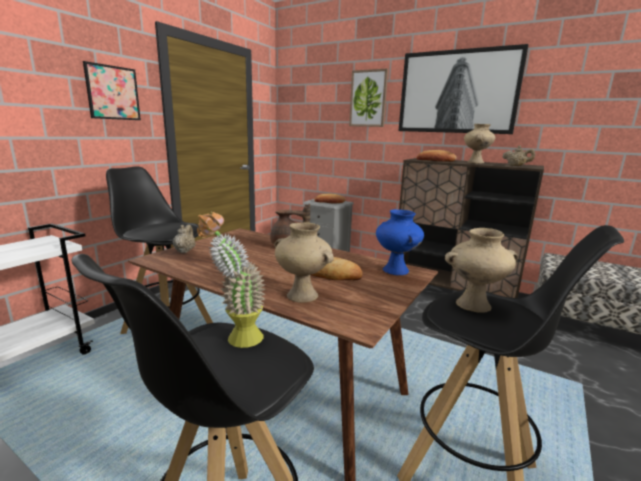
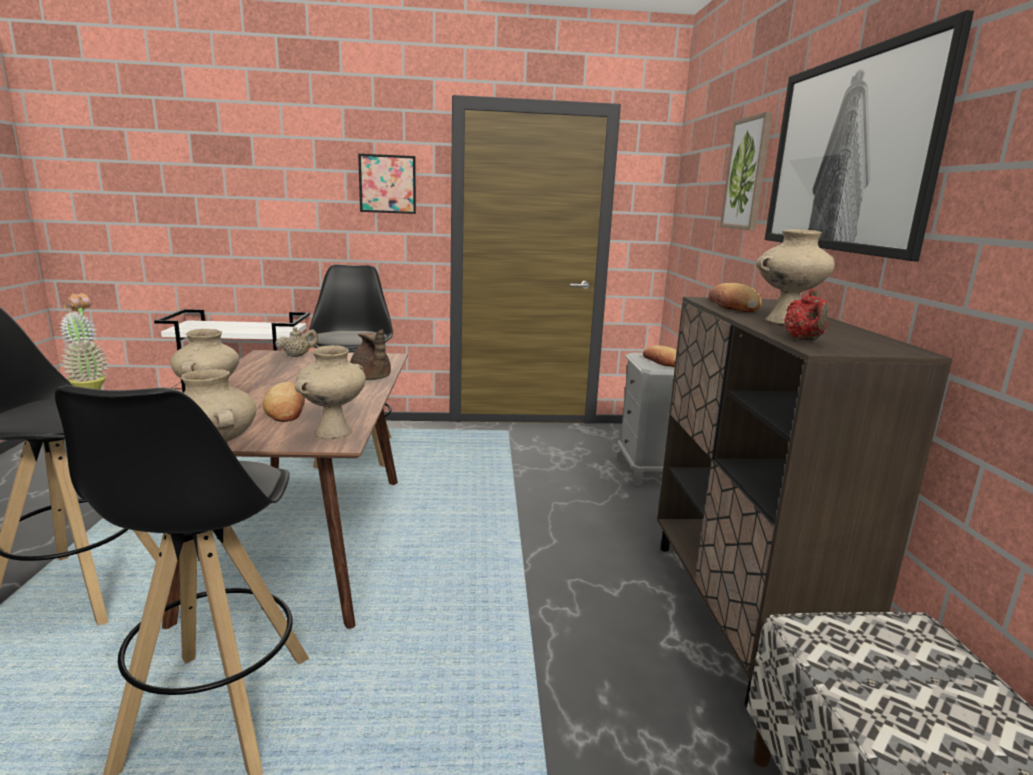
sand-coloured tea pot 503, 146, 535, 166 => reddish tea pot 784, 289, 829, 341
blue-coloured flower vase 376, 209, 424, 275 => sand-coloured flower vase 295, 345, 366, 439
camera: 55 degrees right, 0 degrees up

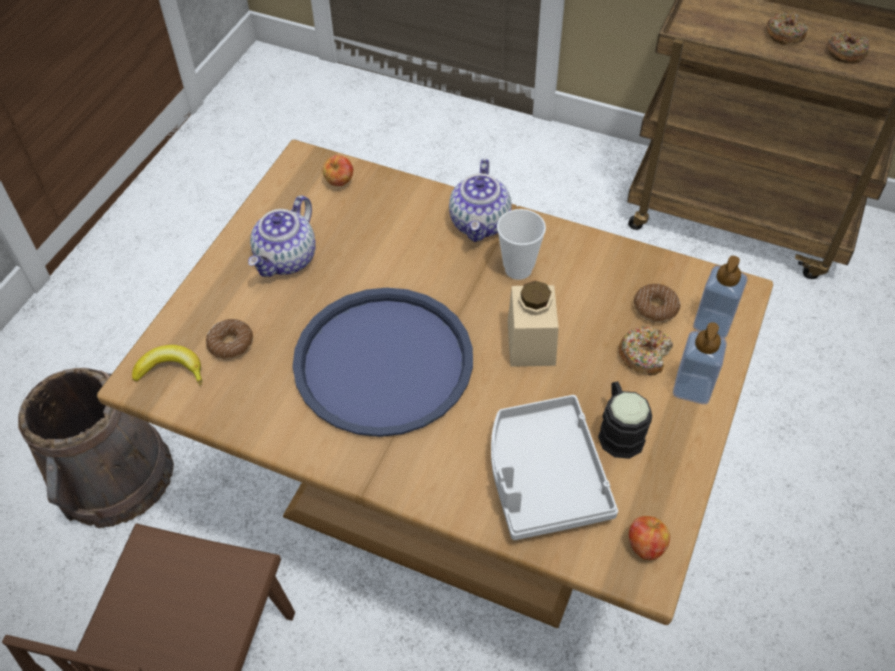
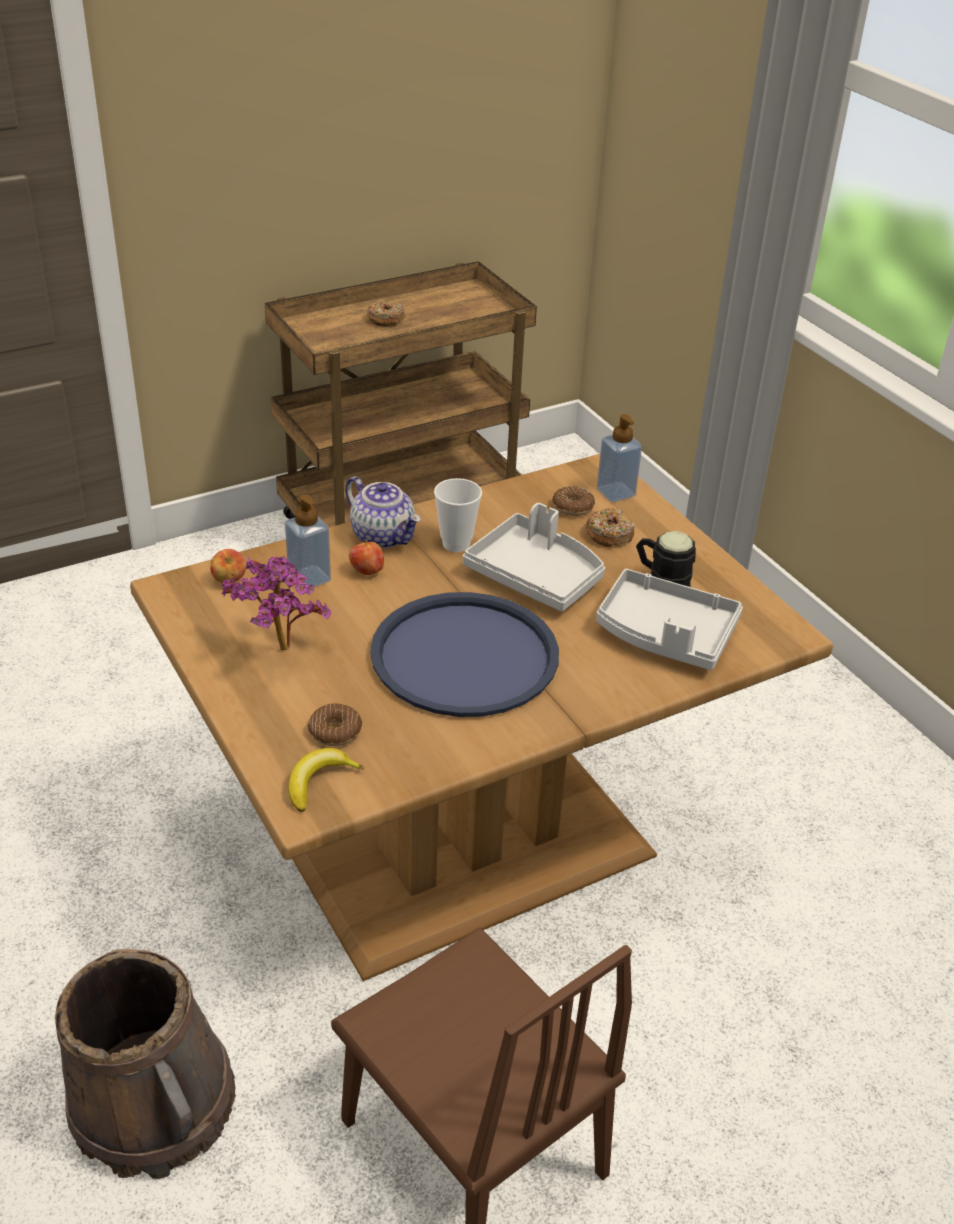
ring doughnut 828, 29, 870, 64 => nothing
tea pot 248, 195, 316, 277 => houseplant 222, 556, 331, 651
sand-coloured storage jar 508, 281, 559, 367 => gray tray 463, 503, 605, 611
liquid soap bottle 673, 322, 727, 404 => liquid soap bottle 285, 495, 331, 587, move
apple fruit 629, 516, 670, 560 => apple fruit 349, 539, 384, 575, move
camera: 55 degrees left, 15 degrees down

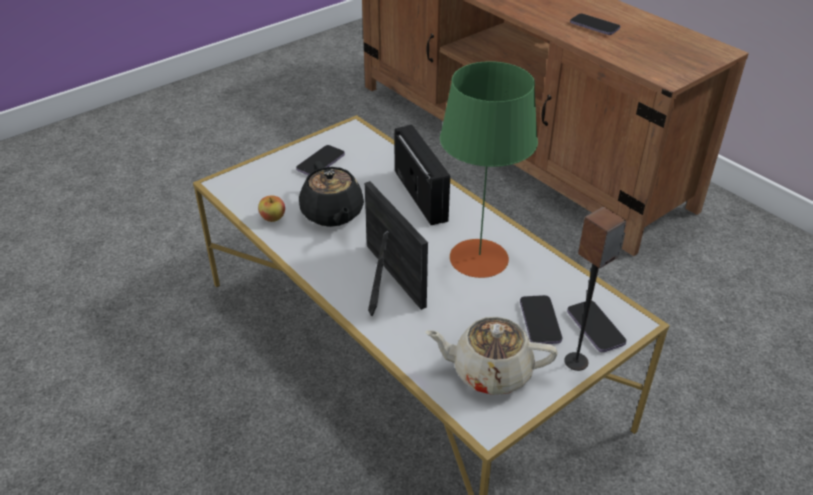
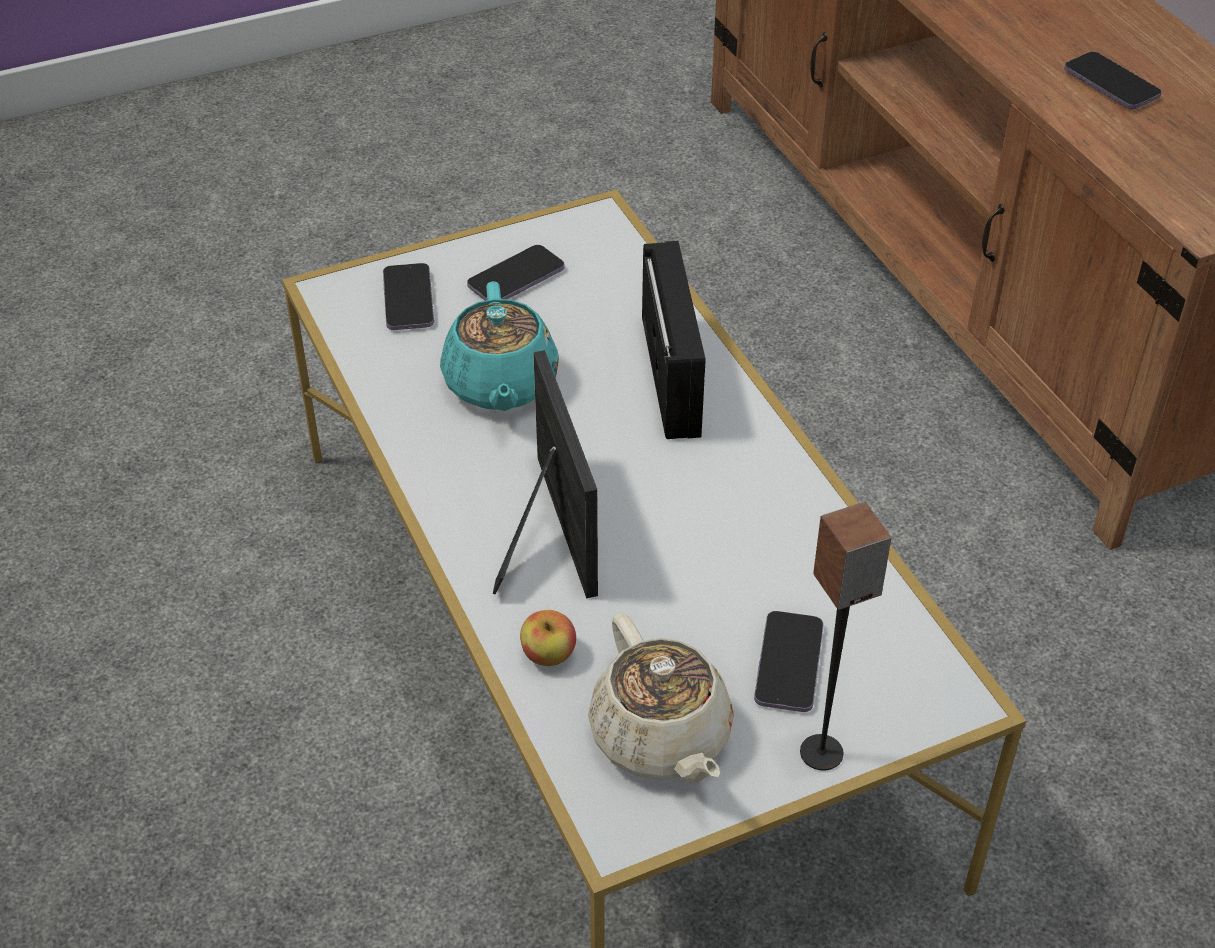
green lamp for a table 440, 61, 538, 278 => nothing
blackish tea pot 299, 161, 364, 227 => blue-green tea pot 440, 281, 559, 411
apple fruit 258, 195, 285, 222 => apple fruit 520, 610, 576, 666, move
phone 567, 300, 626, 352 => phone 383, 263, 434, 330, move
sand-coloured tea pot 425, 317, 558, 395 => sand-coloured tea pot 588, 613, 734, 783, 135 degrees counterclockwise
camera: 15 degrees right, 5 degrees up

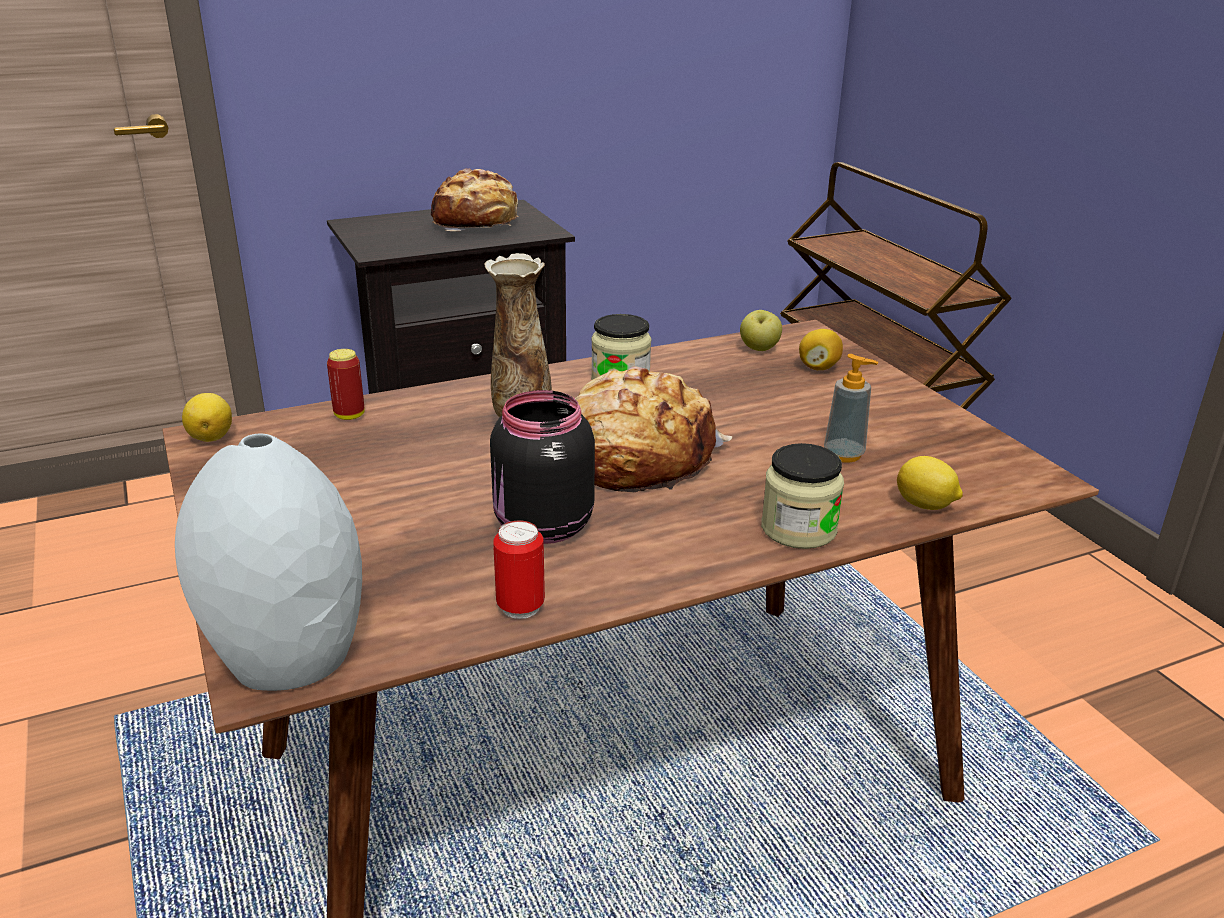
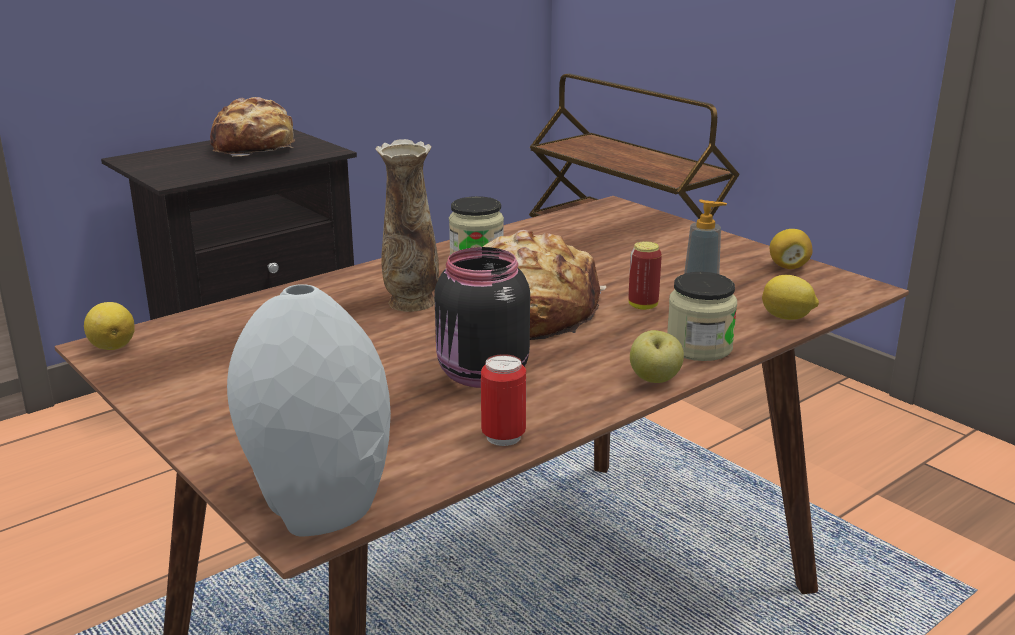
apple fruit 740, 310, 782, 351 => apple fruit 630, 330, 684, 383, move
whole lemon 799, 329, 843, 370 => whole lemon 769, 229, 813, 269, move
metal can 327, 349, 364, 420 => metal can 628, 241, 662, 310, move
camera: 15 degrees left, 5 degrees down

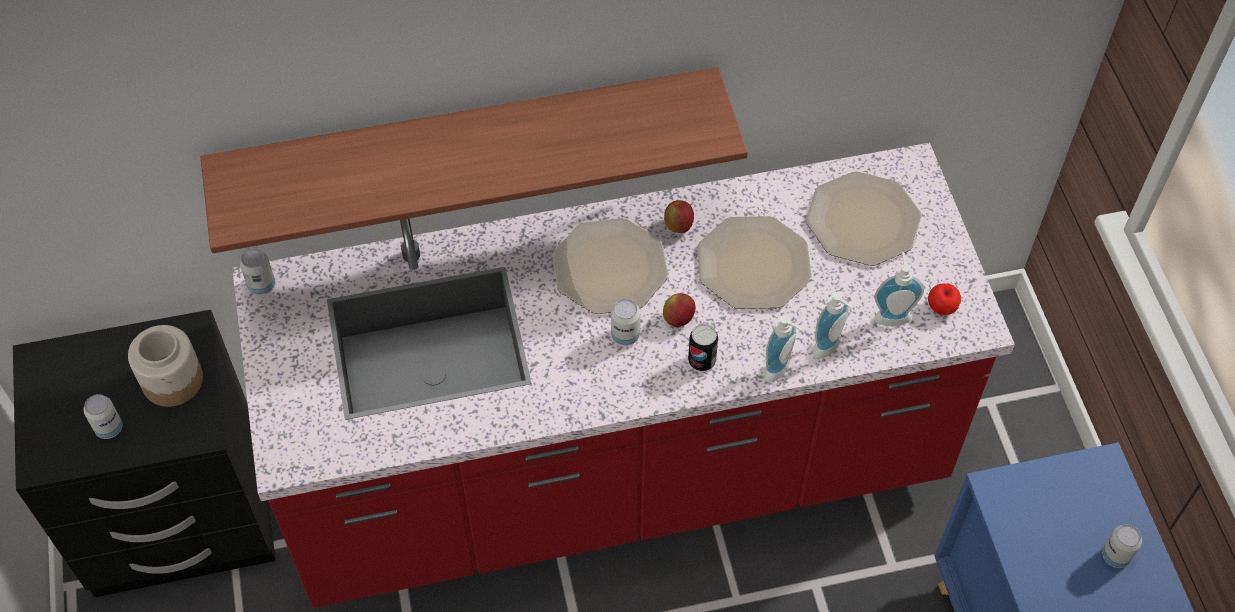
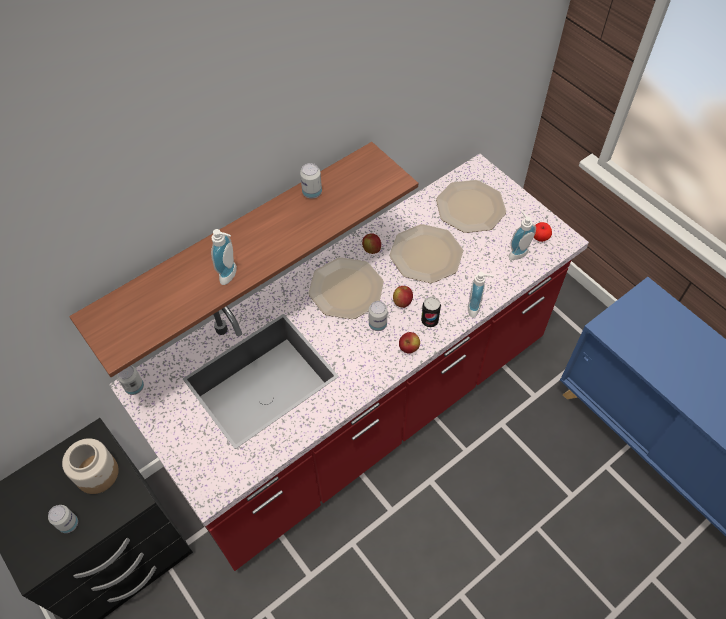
liquid soap bottle 813, 292, 853, 359 => liquid soap bottle 211, 229, 237, 285, move
metal can 1102, 524, 1142, 568 => metal can 300, 163, 322, 199, move
nothing => apple fruit 399, 332, 420, 354
camera: 25 degrees left, 0 degrees up

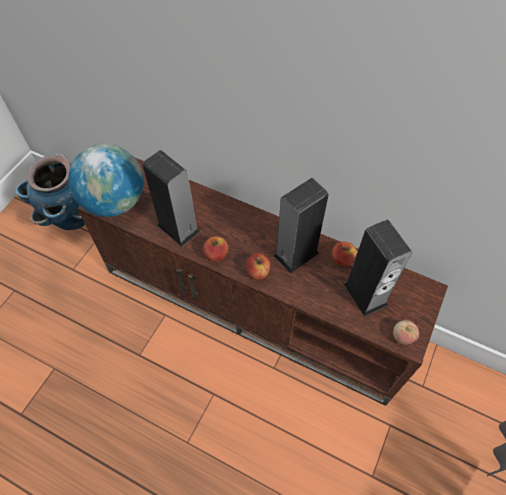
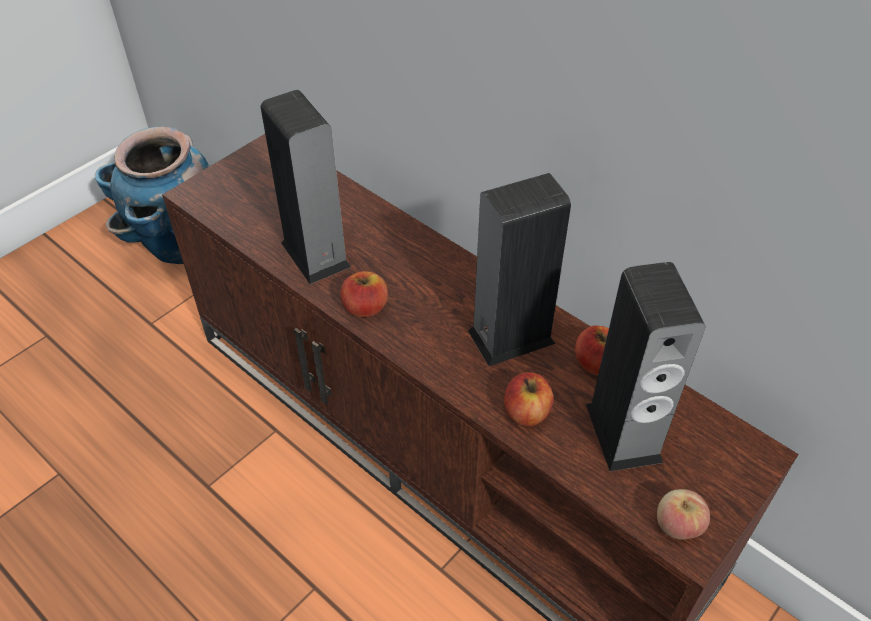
globe 68, 144, 144, 217 => nothing
apple fruit 246, 253, 271, 280 => apple fruit 504, 372, 554, 426, move
camera: 15 degrees right, 10 degrees down

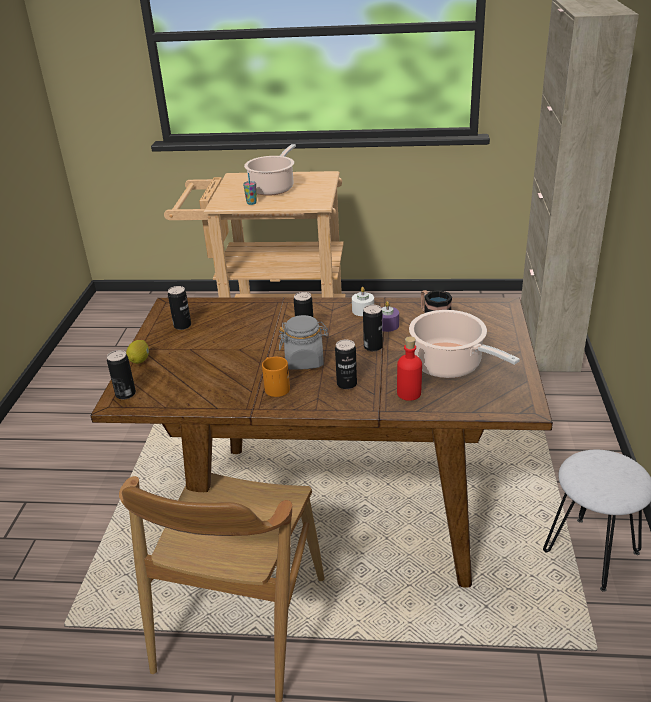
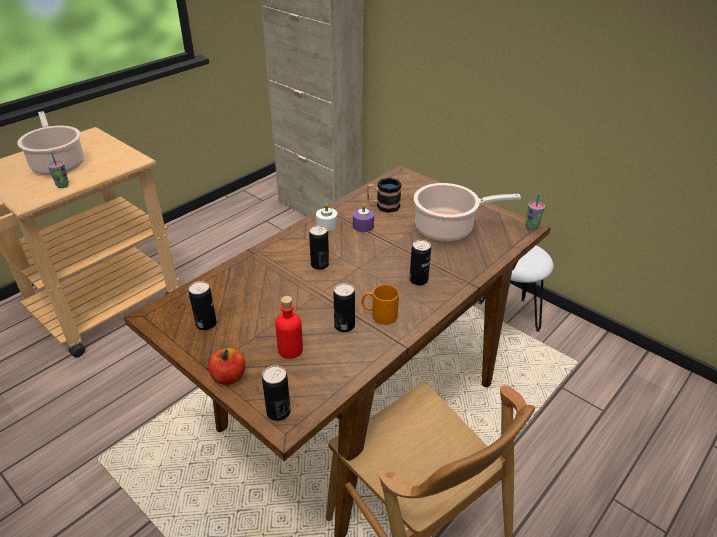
metal can 363, 305, 383, 351 => metal can 333, 283, 355, 332, move
gray storage jar 279, 315, 328, 370 => nothing
reddish beverage bottle 397, 337, 422, 401 => reddish beverage bottle 275, 296, 303, 359, move
whole lemon 126, 340, 149, 364 => apple fruit 208, 348, 246, 385
nothing => small cup 526, 194, 545, 230
camera: 55 degrees left, 5 degrees up

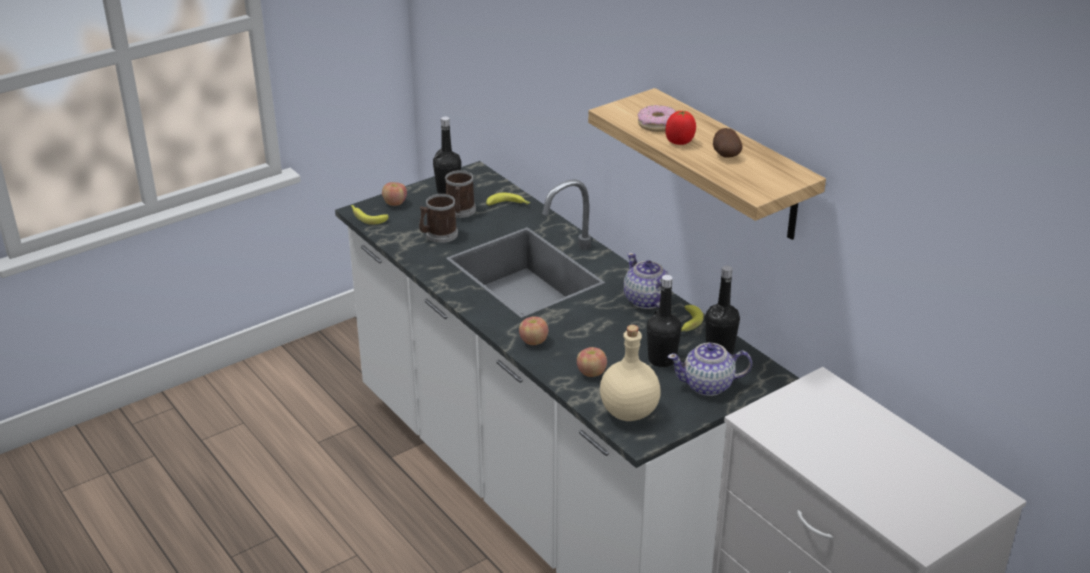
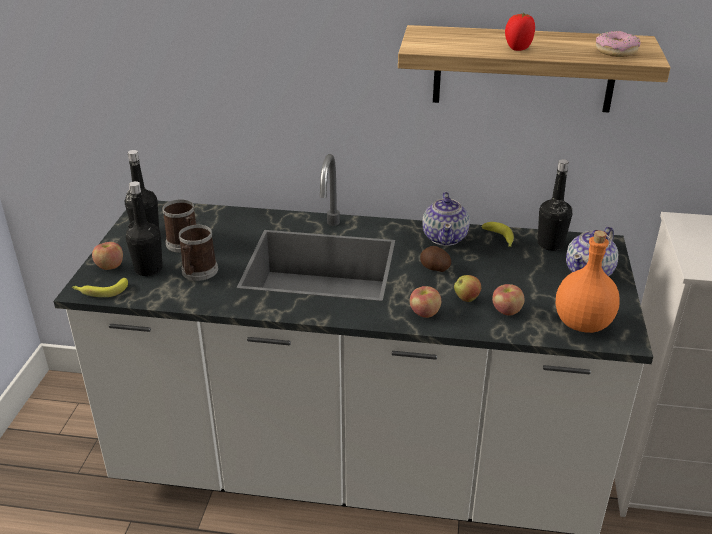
ring doughnut 637, 105, 676, 132 => ring doughnut 595, 31, 640, 57, move
spud 713, 128, 743, 158 => spud 420, 246, 451, 272, move
banana fruit 486, 193, 530, 206 => nothing
tea pot 624, 252, 669, 309 => tea pot 422, 192, 470, 246, 105 degrees counterclockwise
blackish beverage bottle 647, 275, 681, 367 => blackish beverage bottle 126, 181, 163, 276, move
sand-coloured beverage bottle 600, 325, 661, 421 => orangey beverage bottle 556, 231, 620, 333
nothing => apple fruit 454, 275, 481, 302
camera: 45 degrees left, 0 degrees up

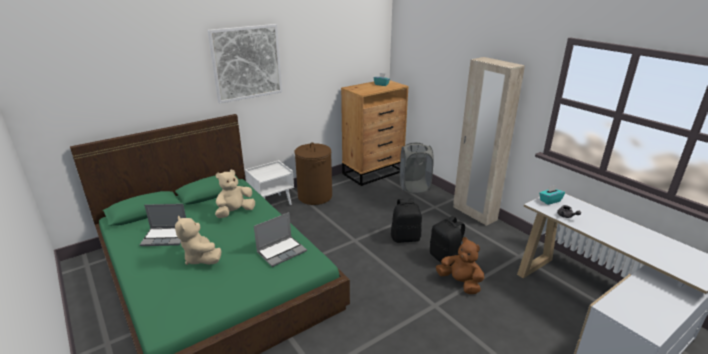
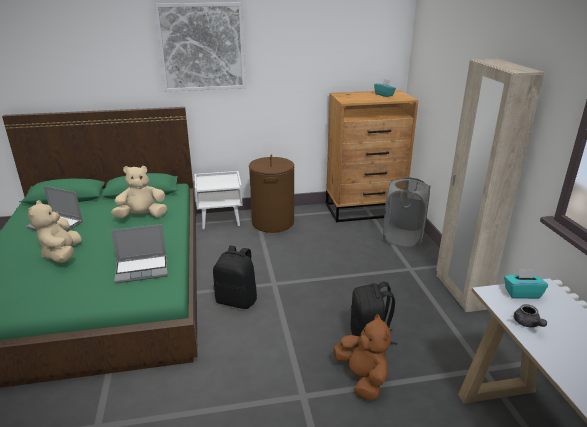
blackish rucksack 391, 198, 422, 243 => blackish rucksack 213, 246, 257, 309, move
camera: 25 degrees right, 0 degrees up

